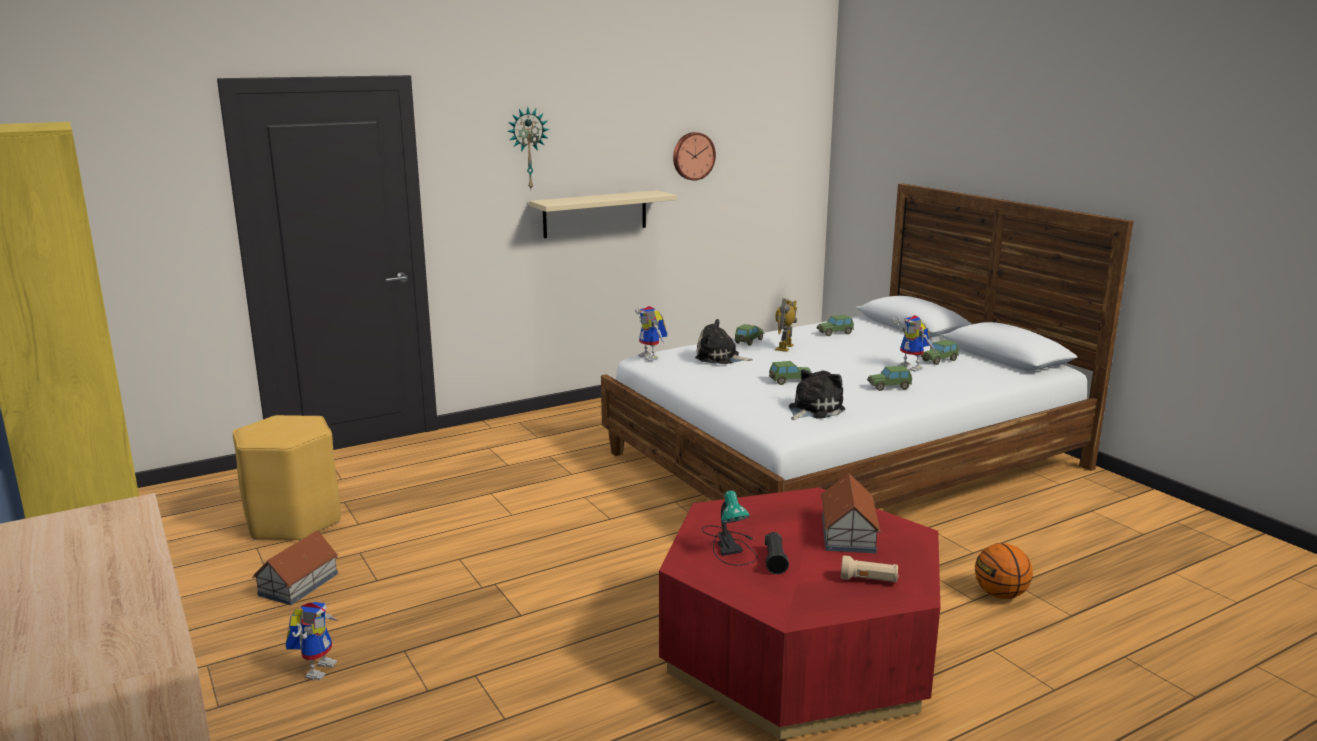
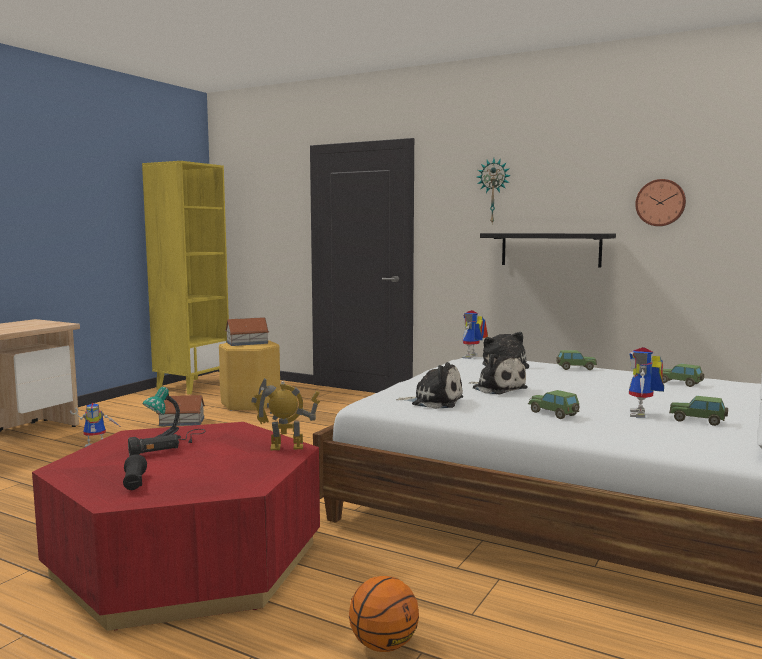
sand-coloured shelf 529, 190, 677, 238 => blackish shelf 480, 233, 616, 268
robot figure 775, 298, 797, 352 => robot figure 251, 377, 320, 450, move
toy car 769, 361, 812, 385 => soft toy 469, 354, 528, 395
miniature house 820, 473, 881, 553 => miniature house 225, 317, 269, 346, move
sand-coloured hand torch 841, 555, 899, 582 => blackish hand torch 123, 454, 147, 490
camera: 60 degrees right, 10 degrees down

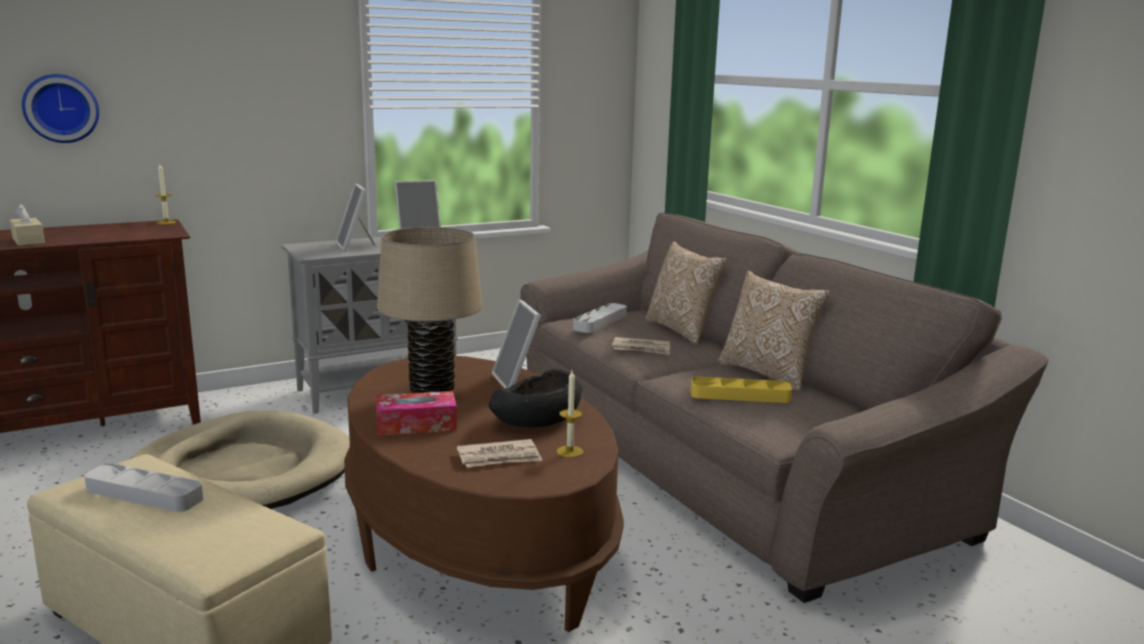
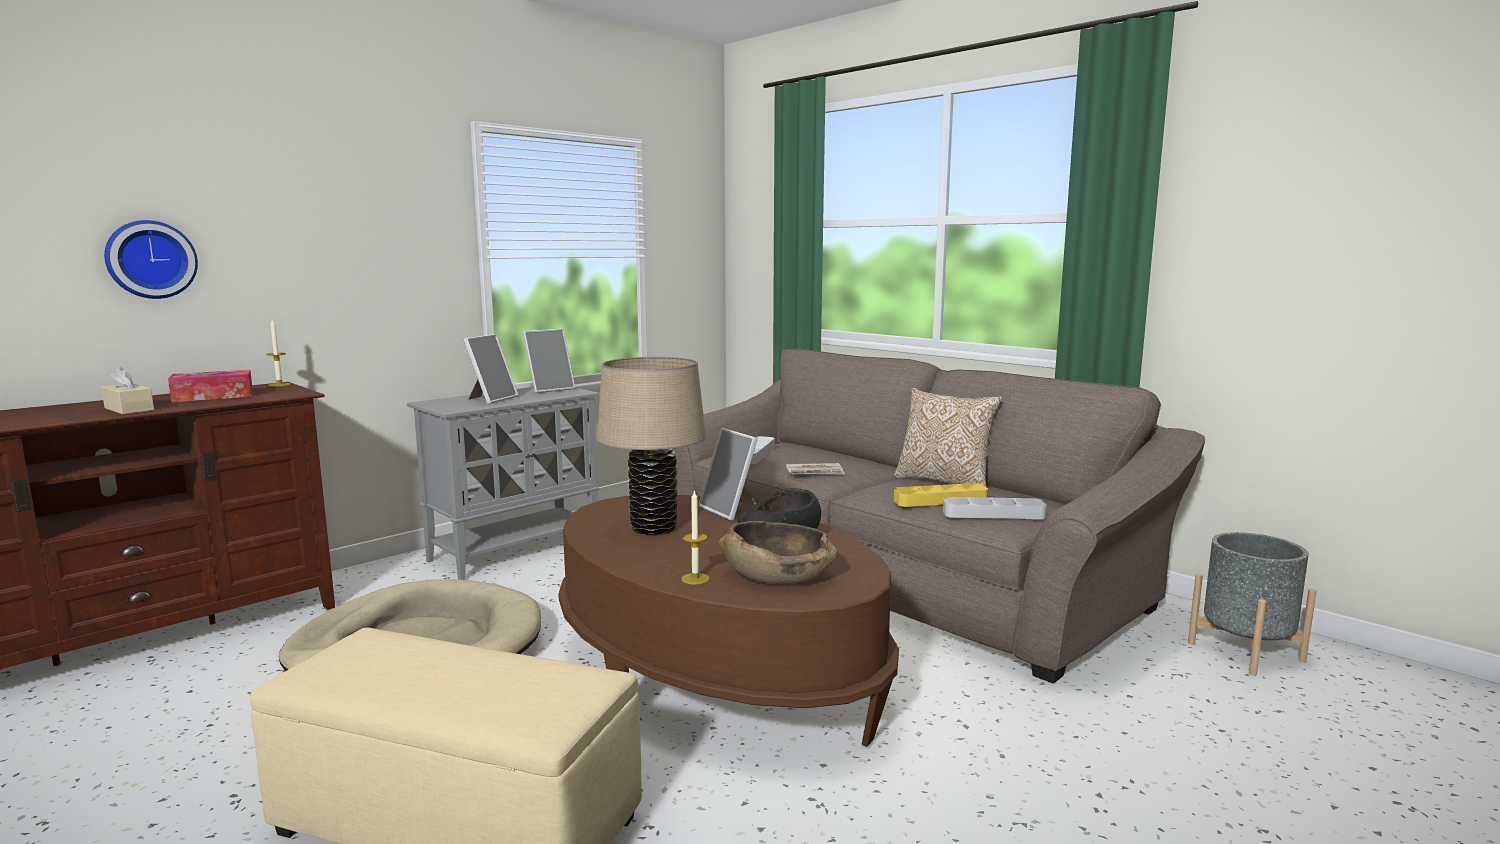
picture frame 335, 183, 377, 252 => picture frame 464, 334, 519, 404, 120 degrees counterclockwise
throw pillow 645, 242, 727, 345 => nothing
wax candle 557, 371, 583, 458 => wax candle 681, 490, 710, 585, move
tissue box 376, 391, 457, 436 => tissue box 168, 370, 253, 402, move
printed paper 457, 439, 542, 467 => brown bowl 718, 521, 838, 584
gray tray 84, 463, 203, 512 => gray tray 943, 497, 1046, 519, move
nothing => gray planter 1188, 532, 1317, 676
camera: 15 degrees left, 5 degrees down

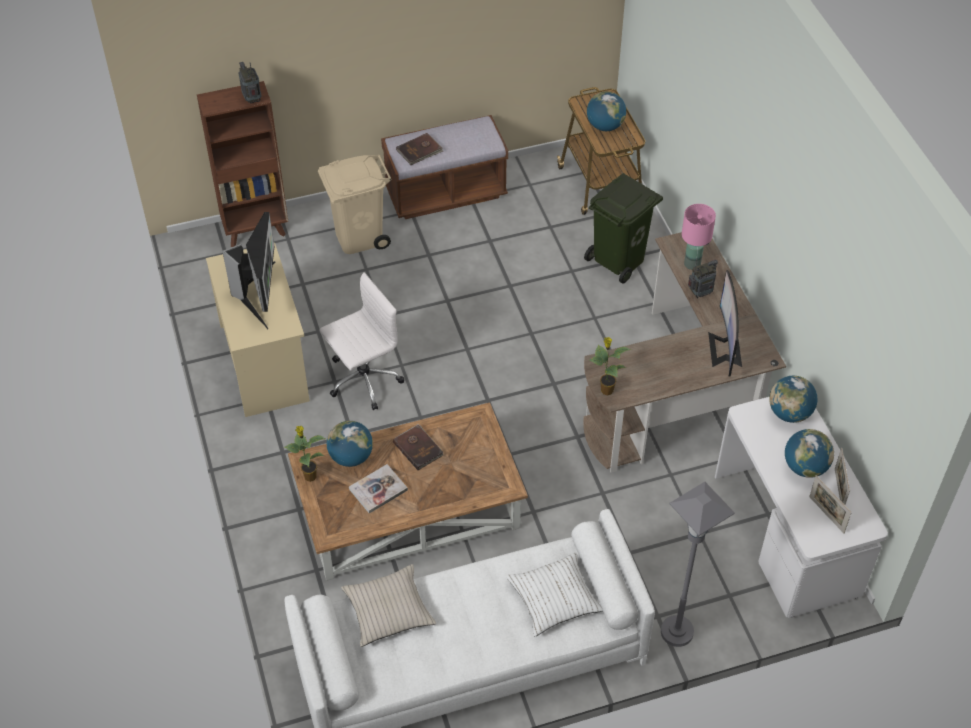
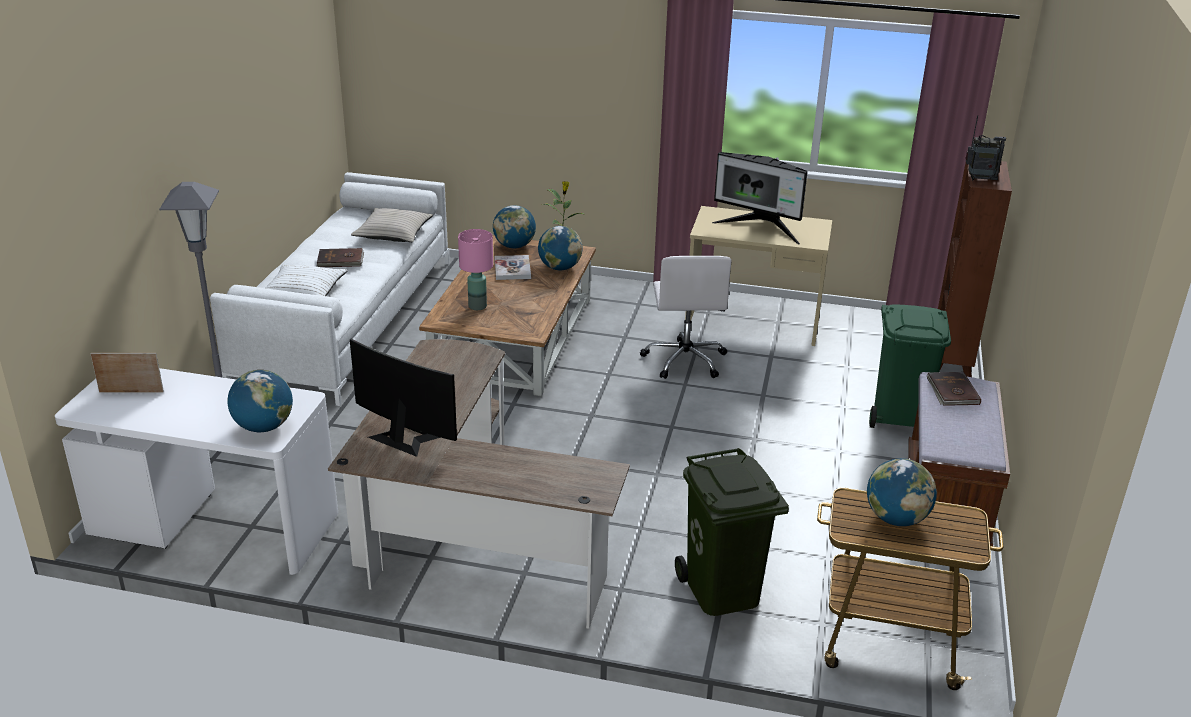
sand-coloured rubbish bin 318, 155, 391, 254 => green rubbish bin 869, 304, 951, 428
pink-coloured lamp for a table 682, 204, 716, 270 => pink-coloured lamp for a table 458, 229, 493, 310, move
radio receiver 688, 258, 718, 299 => nothing
houseplant 590, 337, 631, 396 => nothing
brown volume 393, 424, 444, 470 => brown volume 316, 248, 364, 267, move
globe 785, 429, 834, 478 => globe 493, 205, 536, 248, move
picture frame 835, 448, 850, 505 => nothing
camera: 120 degrees right, 20 degrees down

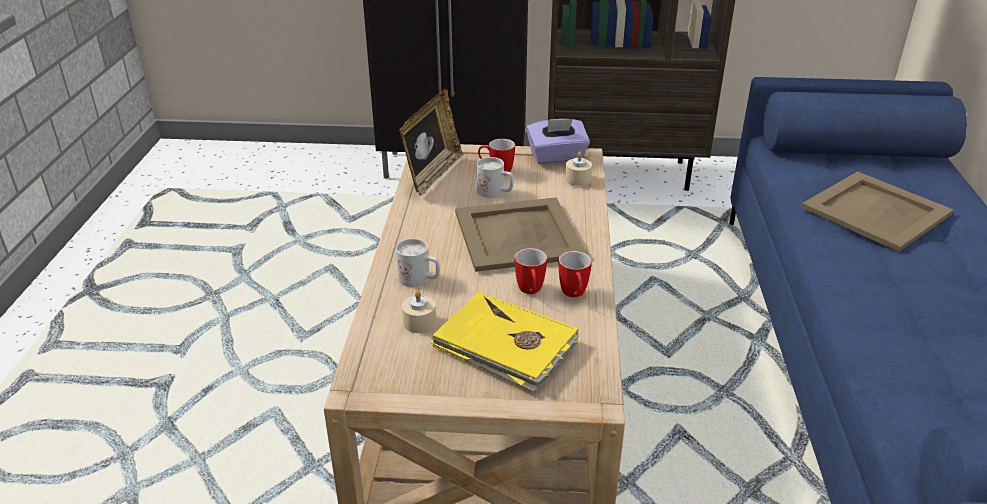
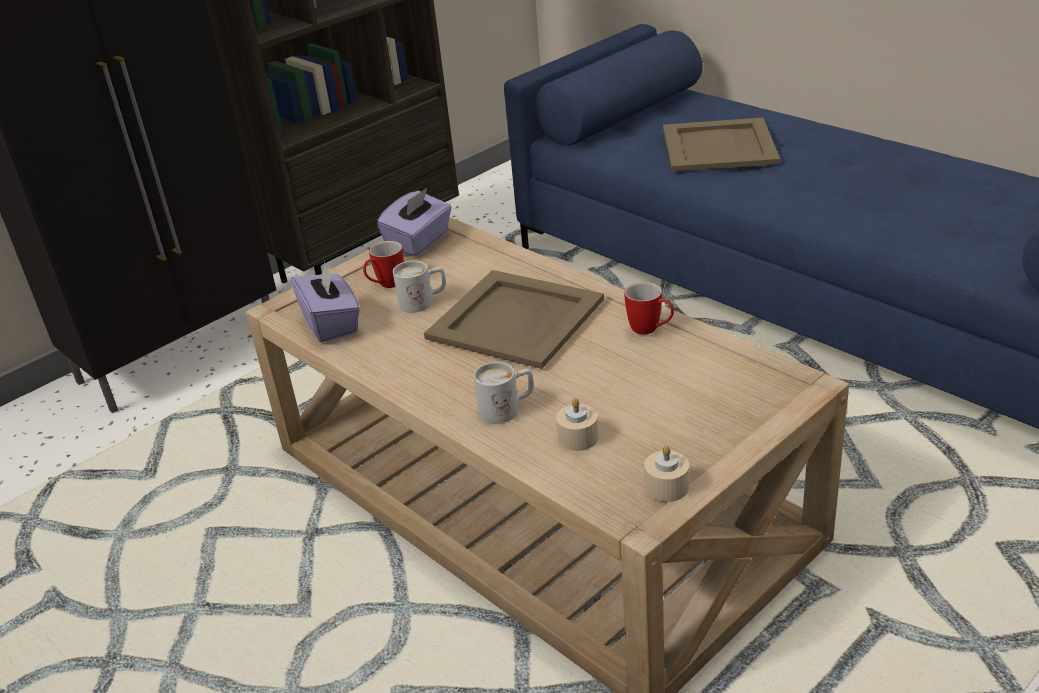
picture frame 399, 88, 464, 196 => purple tissue box 291, 262, 360, 343
sand-coloured wax candle 565, 152, 592, 186 => sand-coloured wax candle 644, 445, 689, 502, move
mug 515, 248, 547, 294 => nothing
yellow volume 431, 292, 578, 392 => nothing
camera: 45 degrees left, 0 degrees up

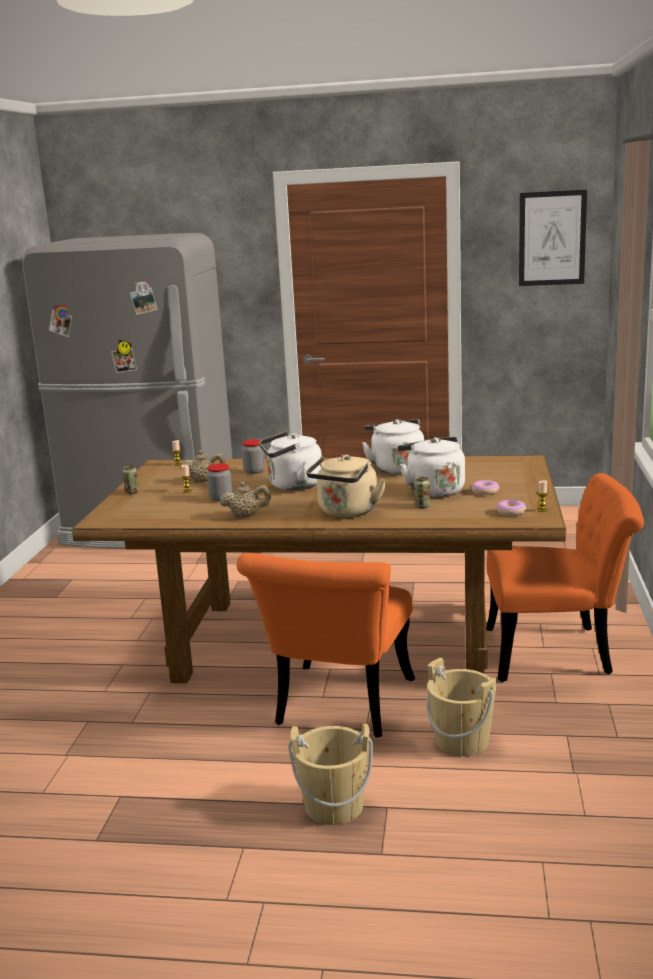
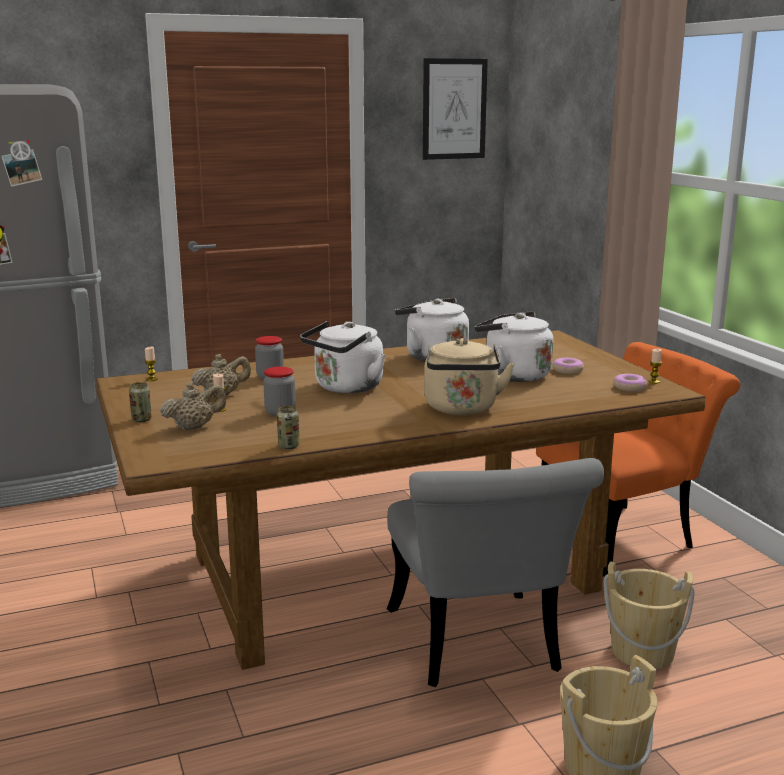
metal can 414, 477, 430, 508 => metal can 277, 406, 300, 449, move
sand-coloured tea pot 219, 481, 271, 518 => sand-coloured tea pot 160, 382, 226, 430, move
orangey chair 237, 553, 415, 738 => gray chair 387, 458, 604, 687
camera: 30 degrees left, 0 degrees up

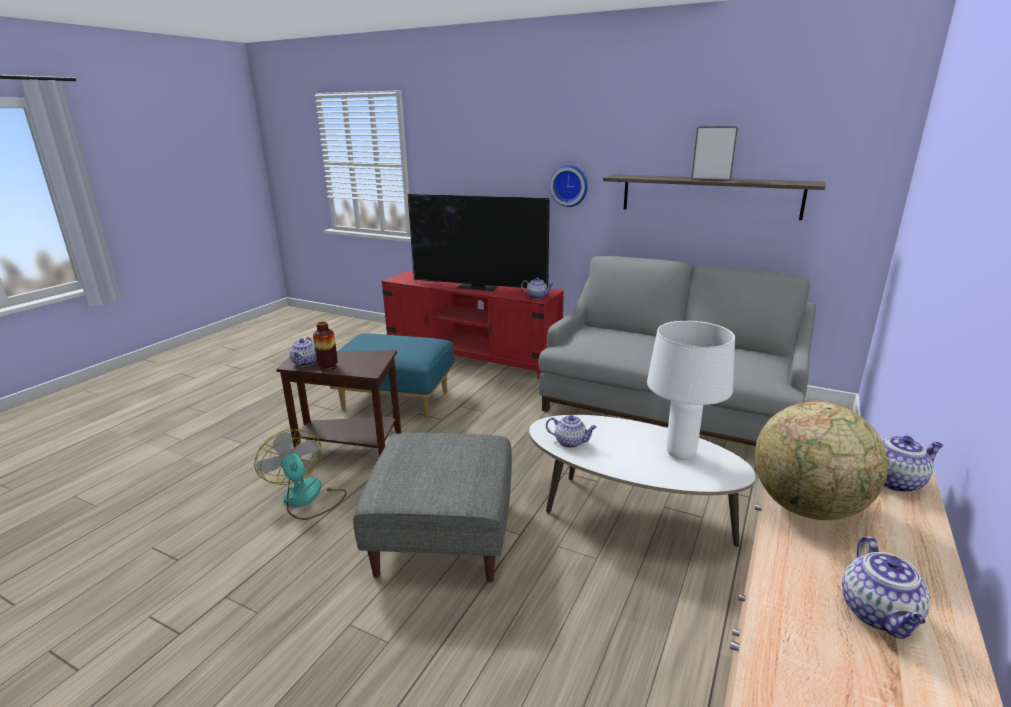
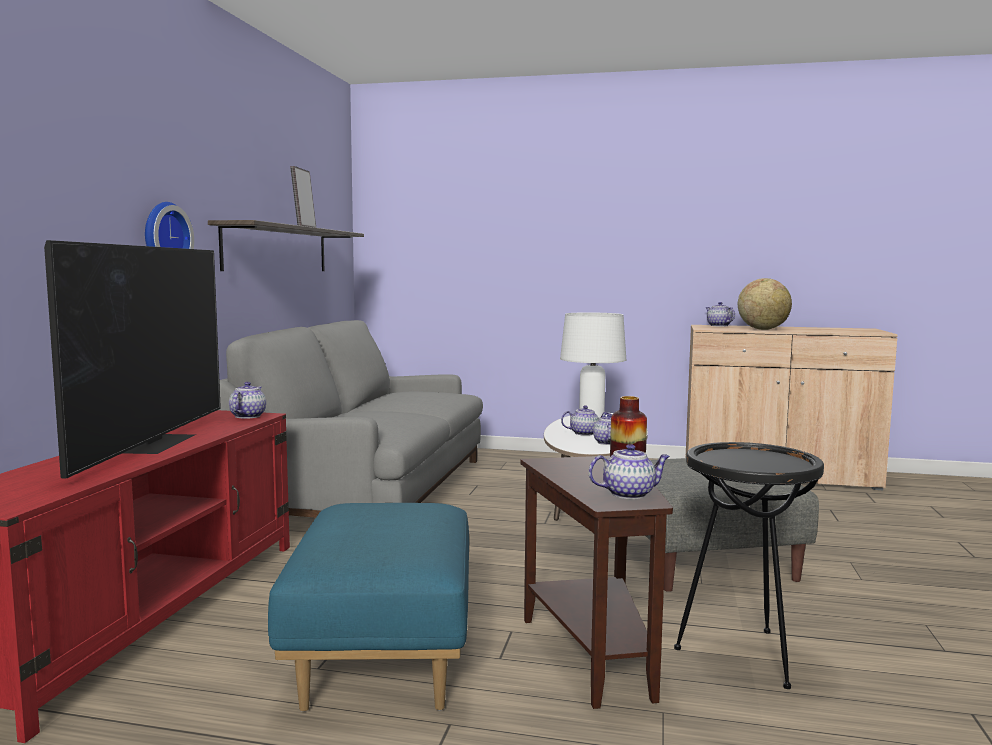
electric fan 254, 429, 347, 520 => blackish side table 674, 442, 824, 689
tea pot 842, 536, 930, 639 => tea pot 561, 405, 608, 436, move
camera: 105 degrees left, 15 degrees down

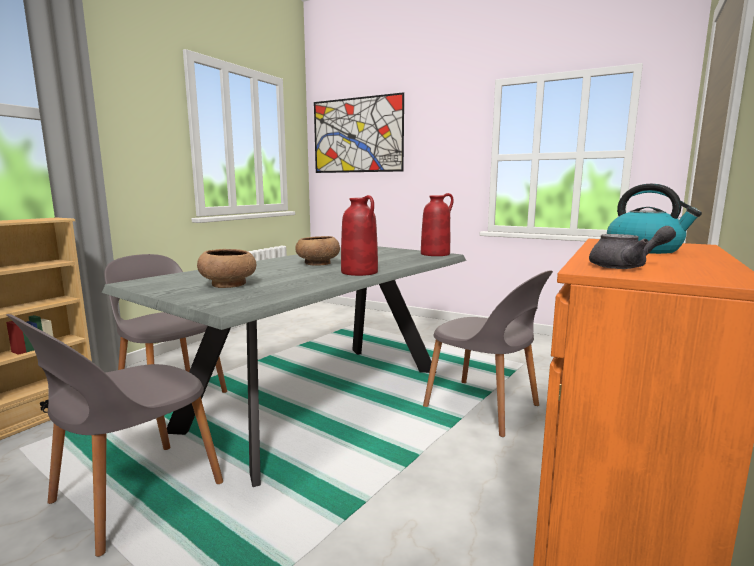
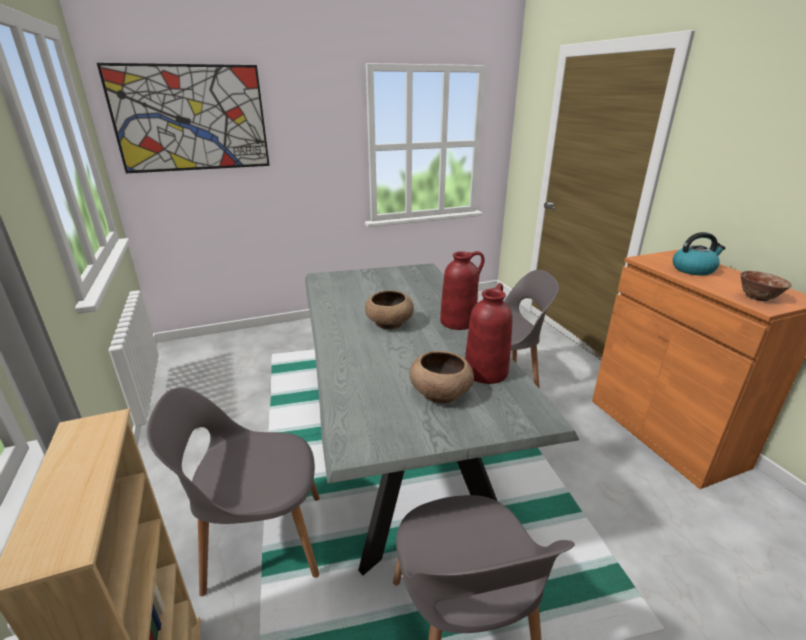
reddish flower vase 421, 193, 454, 256 => reddish flower vase 465, 283, 513, 384, move
gray tea pot 589, 226, 676, 269 => bowl 741, 271, 792, 301
camera: 50 degrees left, 15 degrees up

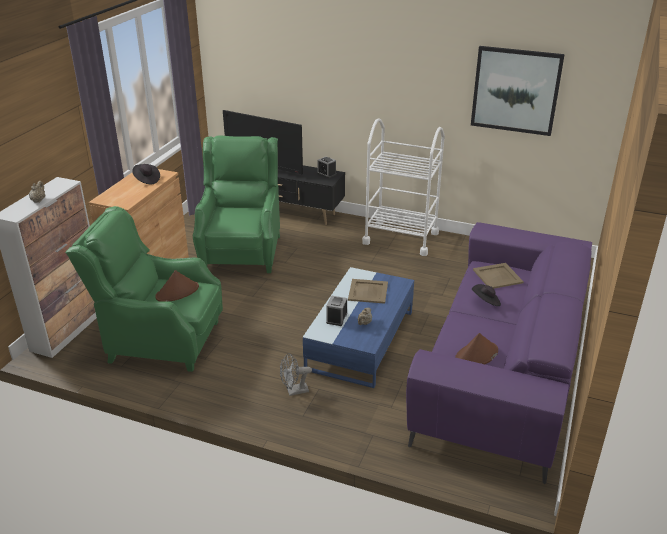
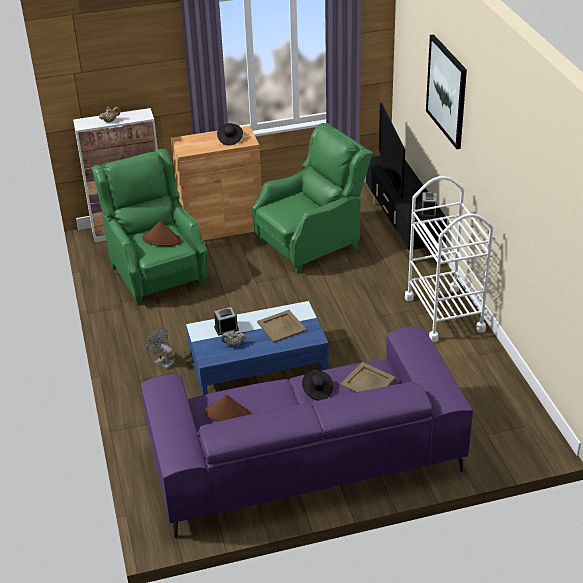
picture 471, 46, 565, 136 => picture 426, 34, 467, 149, move
camera: 55 degrees right, 5 degrees up

